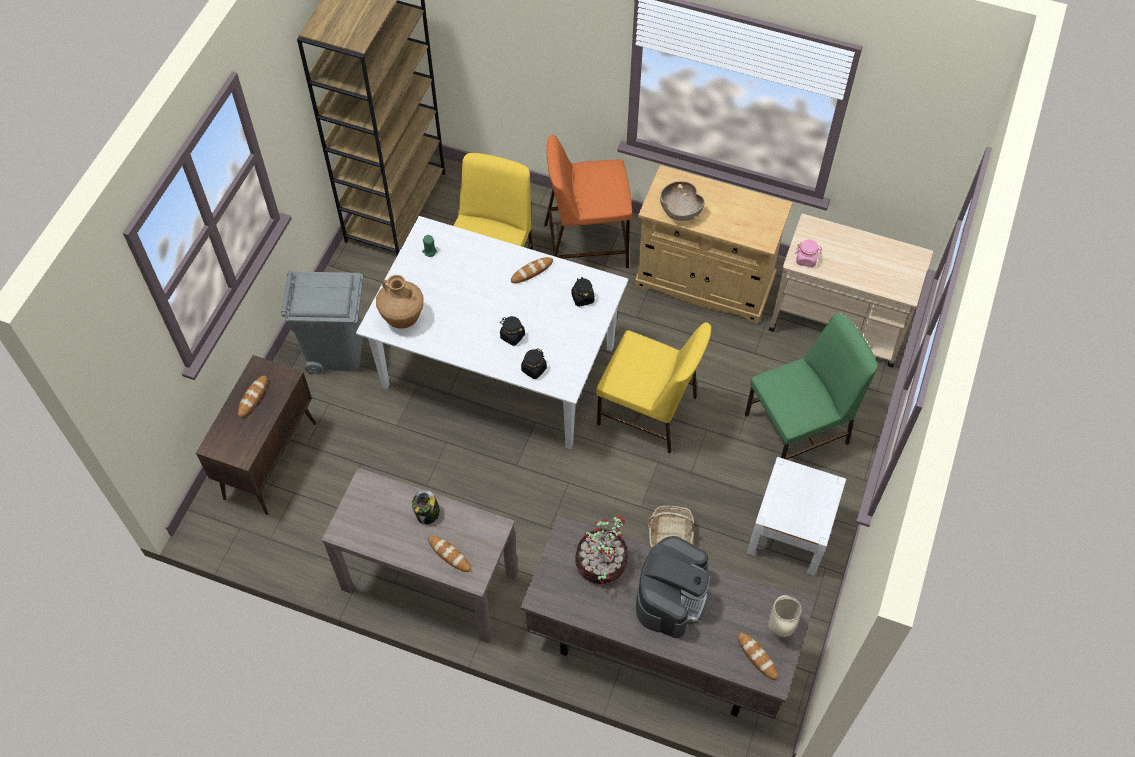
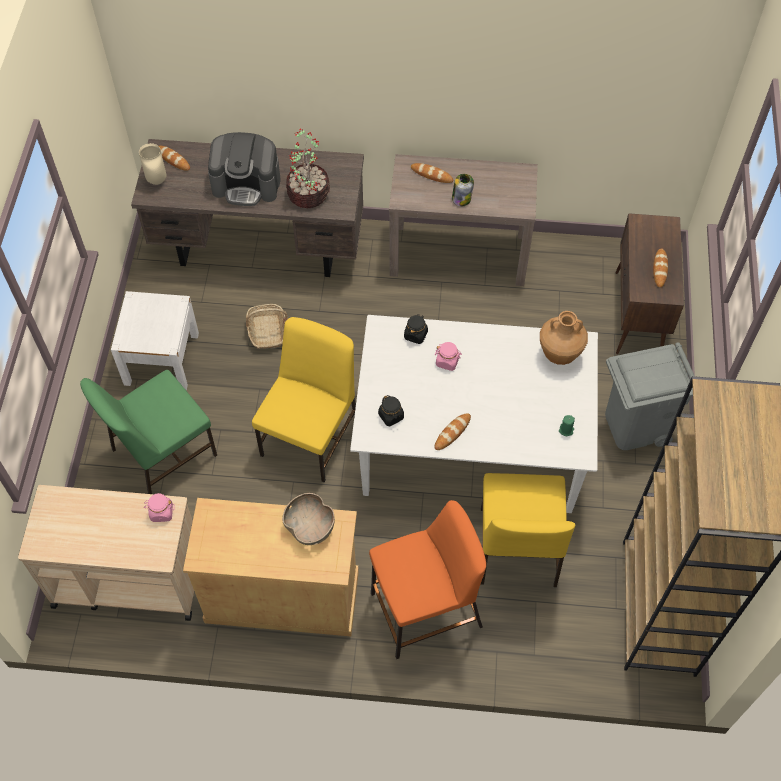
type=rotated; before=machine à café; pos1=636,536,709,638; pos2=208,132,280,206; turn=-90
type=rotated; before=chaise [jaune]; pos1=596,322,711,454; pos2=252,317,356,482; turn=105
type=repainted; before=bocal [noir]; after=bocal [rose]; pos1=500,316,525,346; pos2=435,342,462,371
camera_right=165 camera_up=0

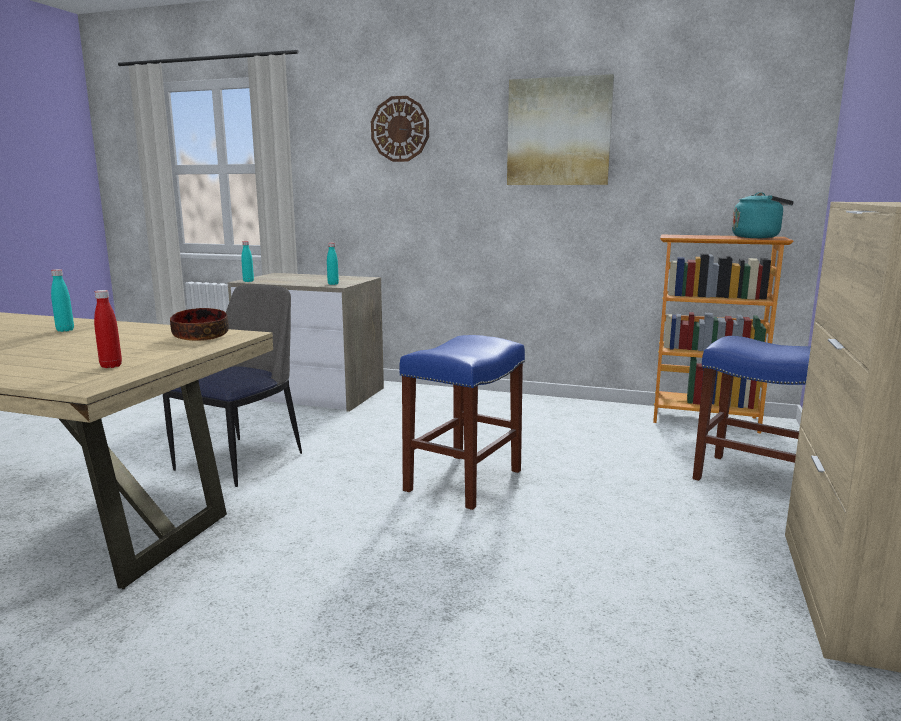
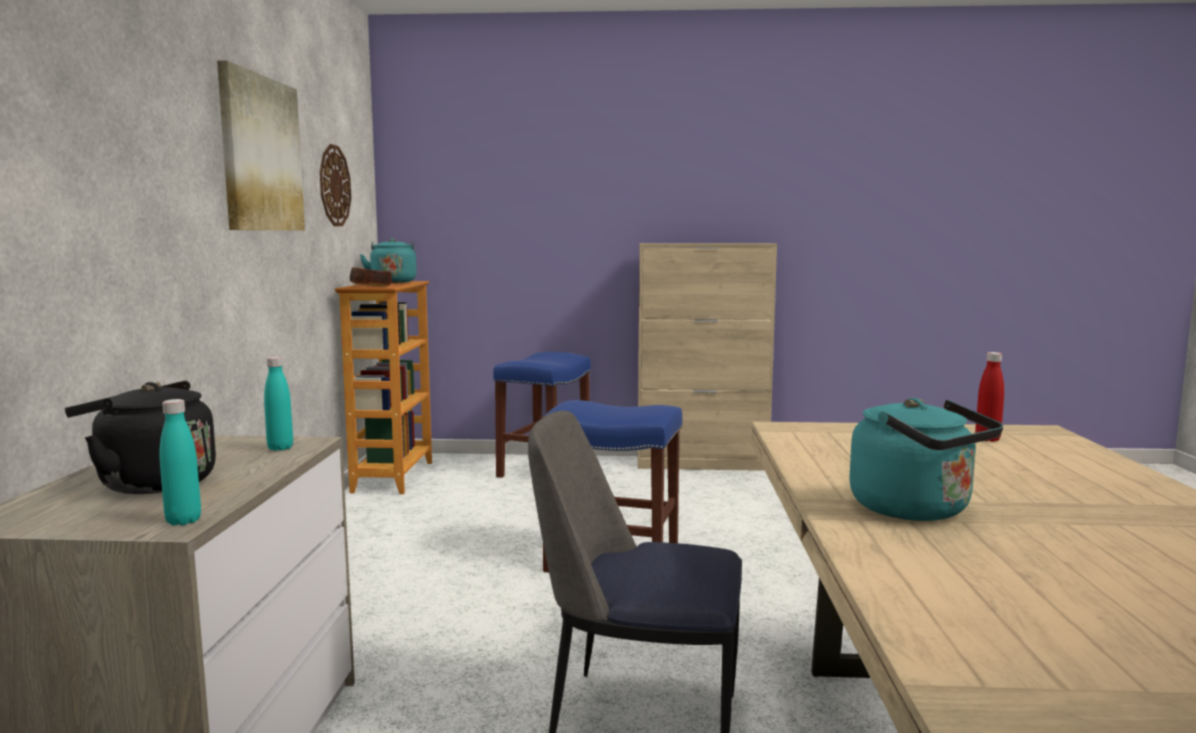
type=new; after=bouilloire [noir]; pos2=65,381,216,494
type=shifted; before=horloge murale; pos1=371,96,429,162; pos2=320,144,351,226
type=shifted; before=bol; pos1=170,308,229,341; pos2=350,267,392,286
type=swapped; before=bouteille [turquoise]; after=bouilloire [turquoise]; pos1=51,269,74,332; pos2=849,398,1003,521
camera_right=-105 camera_up=-5

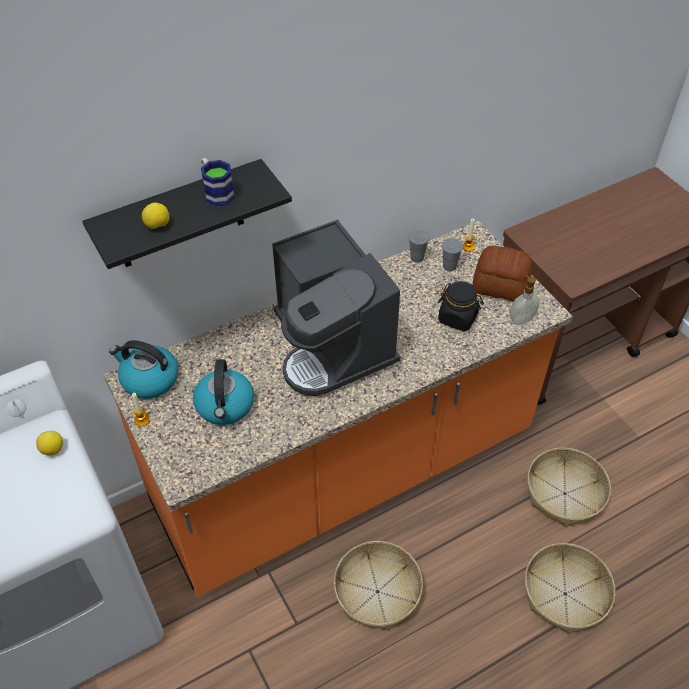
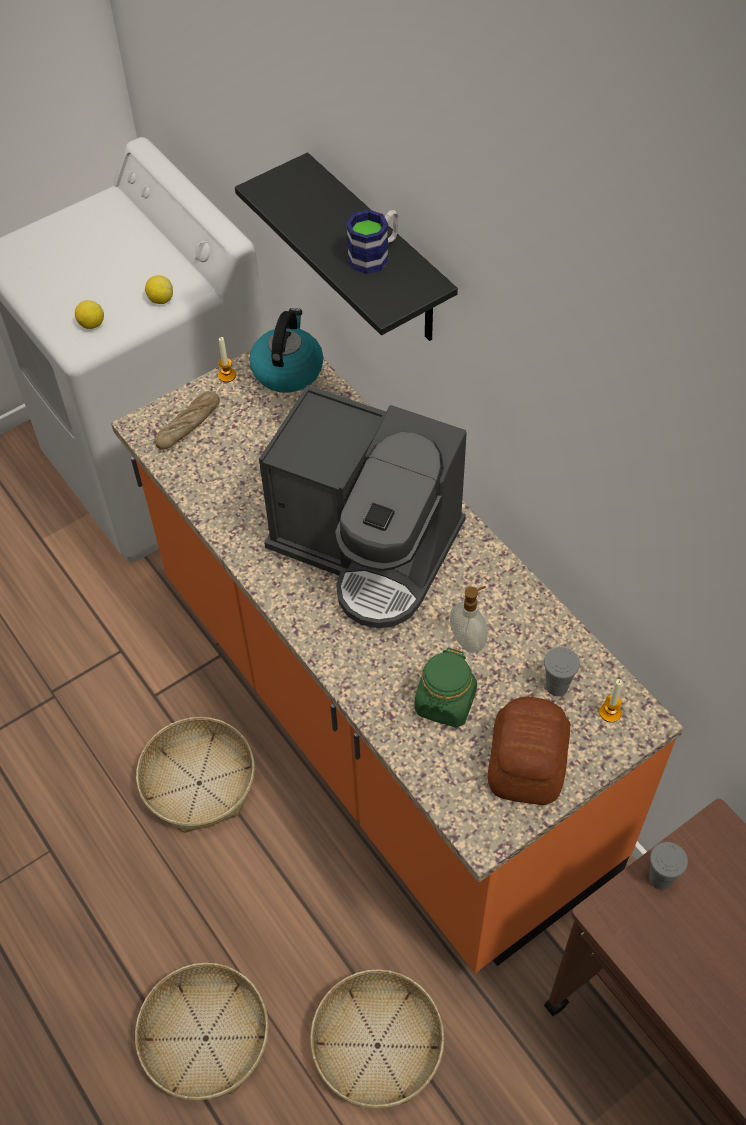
type=shifted; before=citron; pos1=142,202,170,229; pos2=75,300,104,329
type=new; after=pain; pos2=155,391,220,450
type=rotated; before=machine à café; pos1=272,219,401,396; pos2=259,385,467,628; turn=-120
type=repainted; before=bocal [noir]; after=bocal [vert]; pos1=438,281,484,331; pos2=415,648,477,728
type=shifted; before=distributeur de savon; pos1=510,274,540,325; pos2=450,586,488,653
type=shifted; before=tasse [gris]; pos1=408,230,430,263; pos2=649,842,688,890
type=gone; before=bouilloire; pos1=193,359,254,425
camera_right=85 camera_up=5

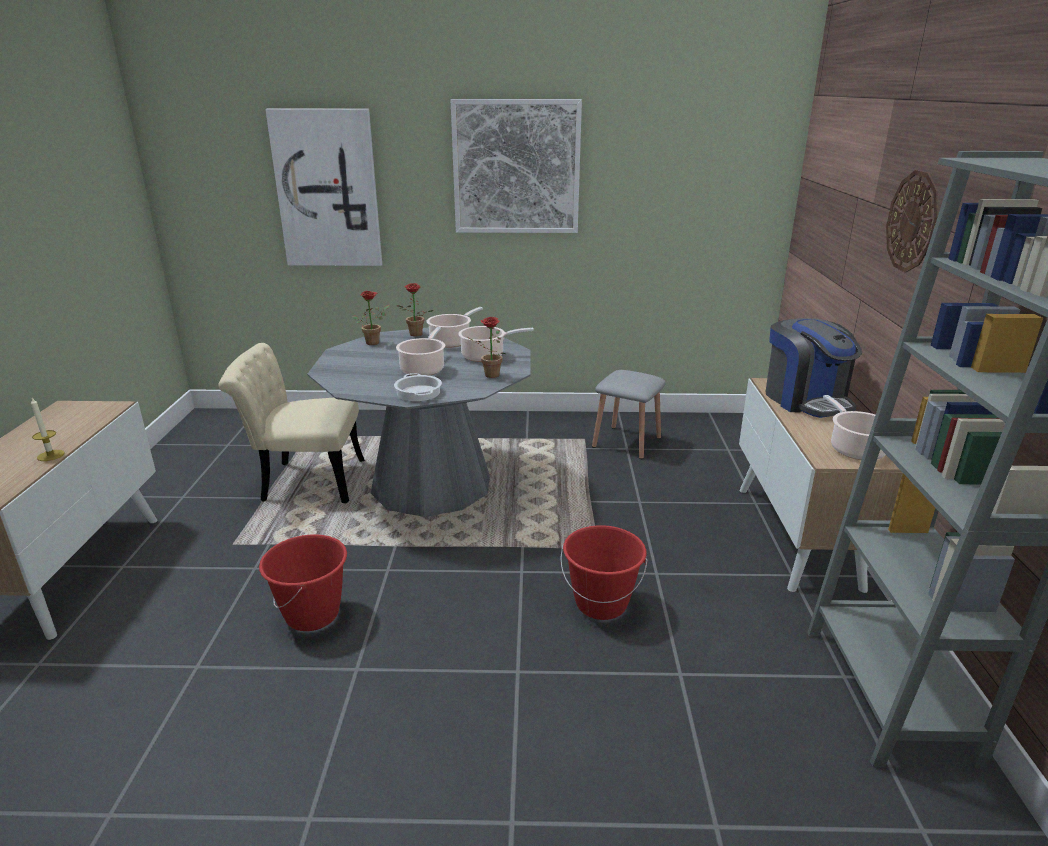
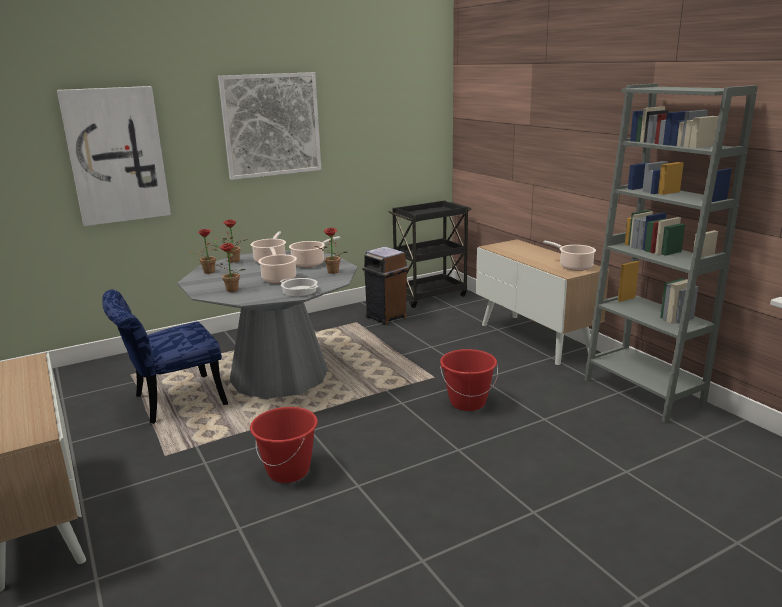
type=repainted; before=chaise [beige]; after=chaise [bleu]; pos1=219,343,365,503; pos2=102,289,228,424
type=new; after=plante en pot; pos2=211,243,245,292
type=swapped; before=tabouret [gris]; after=poubelle [marron]; pos1=592,370,666,459; pos2=362,247,409,325
type=new; after=chariot [noir]; pos2=388,200,471,308
type=gone; before=bougie; pos1=31,398,65,461
type=gone; before=machine à café; pos1=766,318,862,418
type=gone; before=horloge murale; pos1=886,170,938,272
camera_right=-30 camera_up=-5

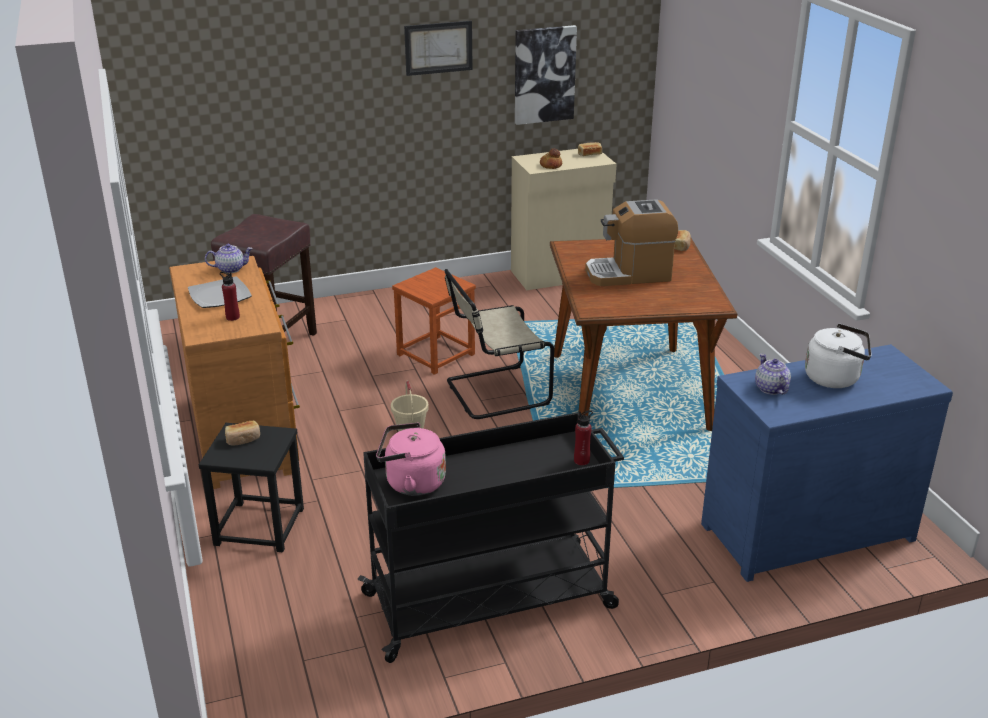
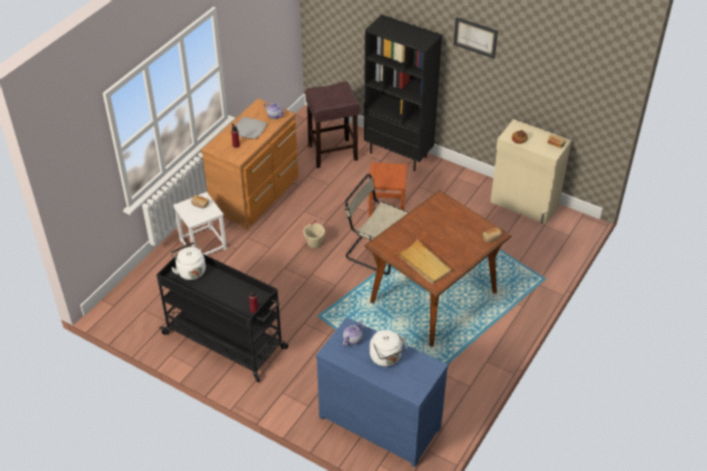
type=repainted; before=bouilloire [rose]; after=bouilloire [blanc]; pos1=376,423,446,496; pos2=170,242,206,280
type=repainted; before=tabouret [noir]; after=tabouret [blanc]; pos1=199,423,304,552; pos2=173,192,227,255
type=new; after=bibliothèque [noir]; pos2=364,14,442,171
type=new; after=plateau [beige]; pos2=396,239,452,284
type=gone; before=tableau; pos1=515,25,577,125
type=gone; before=machine à café; pos1=585,199,678,286
camera_right=50 camera_up=15

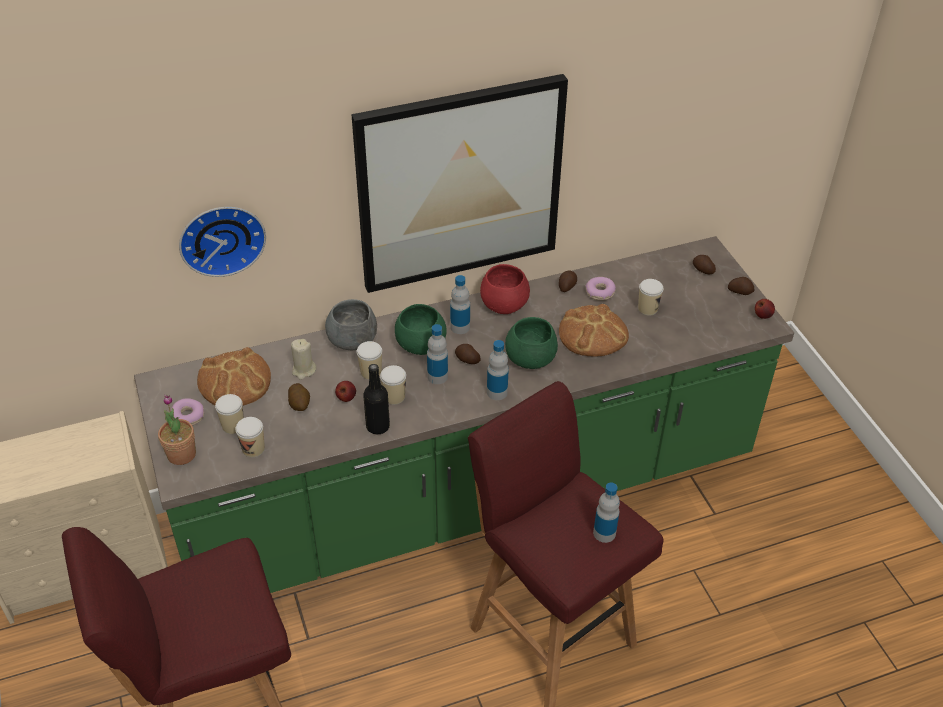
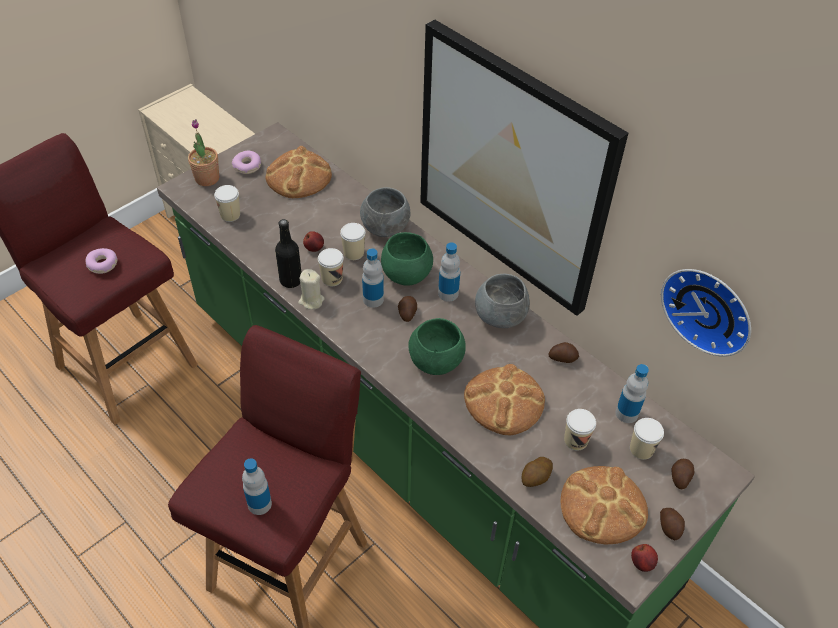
type=shifted; before=beignet; pos1=586,277,616,301; pos2=86,248,117,274
type=shifted; before=bougie [beige]; pos1=291,339,317,380; pos2=298,269,324,310
type=repainted; before=bol [rouge]; after=bol [gris]; pos1=480,264,530,314; pos2=475,274,530,328
type=shifted; before=pomme de terre; pos1=288,383,310,411; pos2=522,457,553,487
type=new; after=pain; pos2=560,466,648,544
type=shifted; before=bouteille; pos1=487,340,509,400; pos2=616,364,649,423
type=shifted; before=tasse; pos1=215,394,244,434; pos2=630,418,664,460
type=shifted; before=horloge murale; pos1=179,207,266,277; pos2=661,269,751,357
camera_right=65 camera_up=5

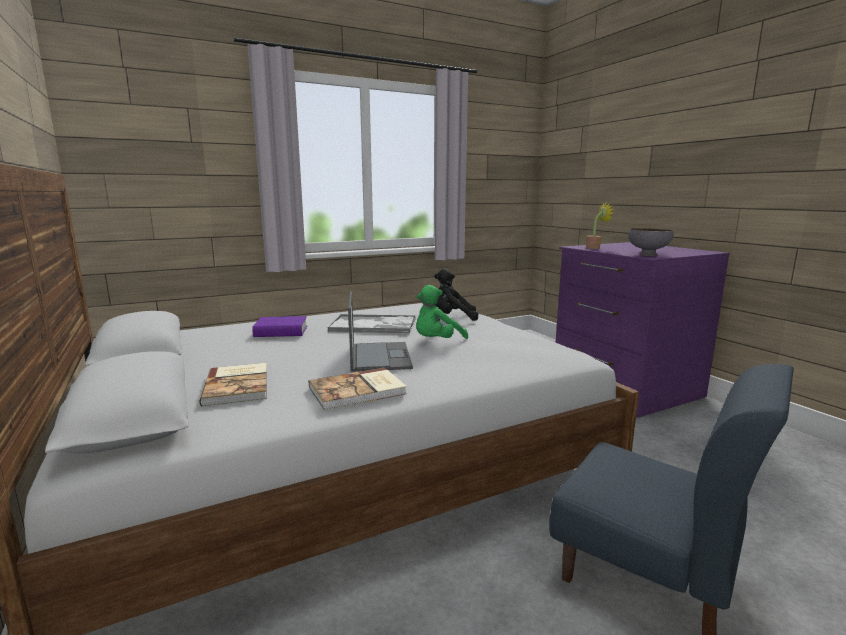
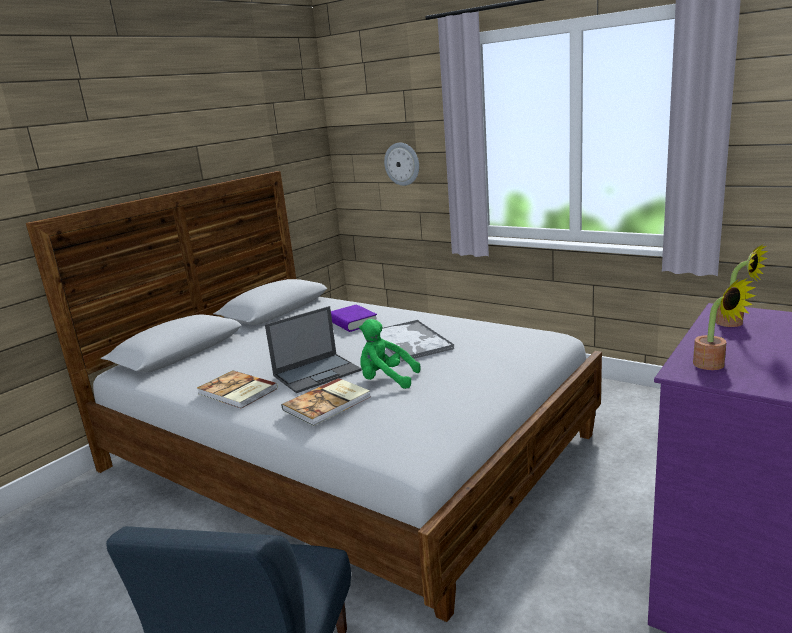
type=shifted; before=livre; pos1=200,363,267,407; pos2=282,378,370,426
type=new; after=horloge murale; pos2=384,143,419,186
type=swapped; before=bol [gris]; after=plante en pot; pos1=628,228,674,256; pos2=693,278,756,370
type=gone; before=peluche [noir]; pos1=434,268,478,321
camera_right=65 camera_up=5

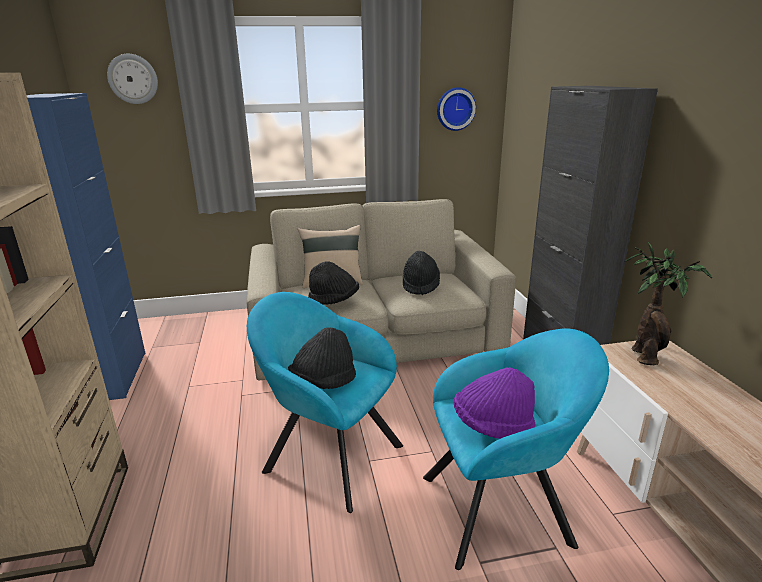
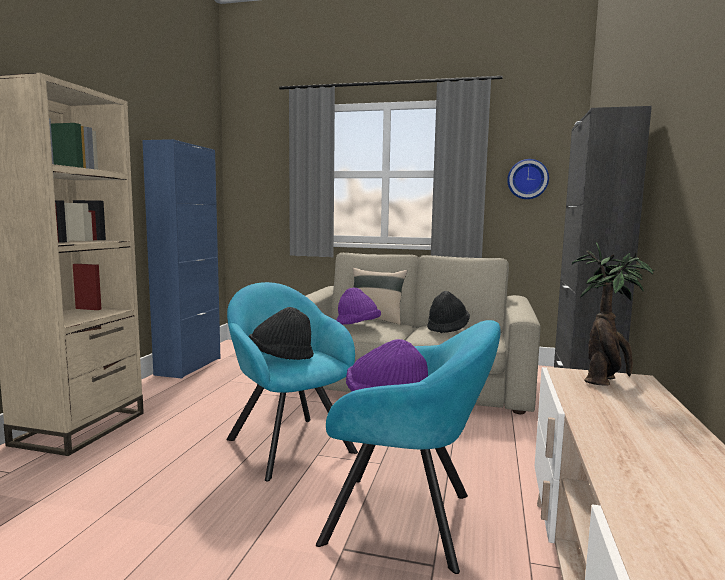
type=repainted; before=chapeau [noir]; after=chapeau [violet]; pos1=308,261,359,305; pos2=336,287,381,325
type=gone; before=horloge murale; pos1=107,54,158,104
camera_right=25 camera_up=-15

